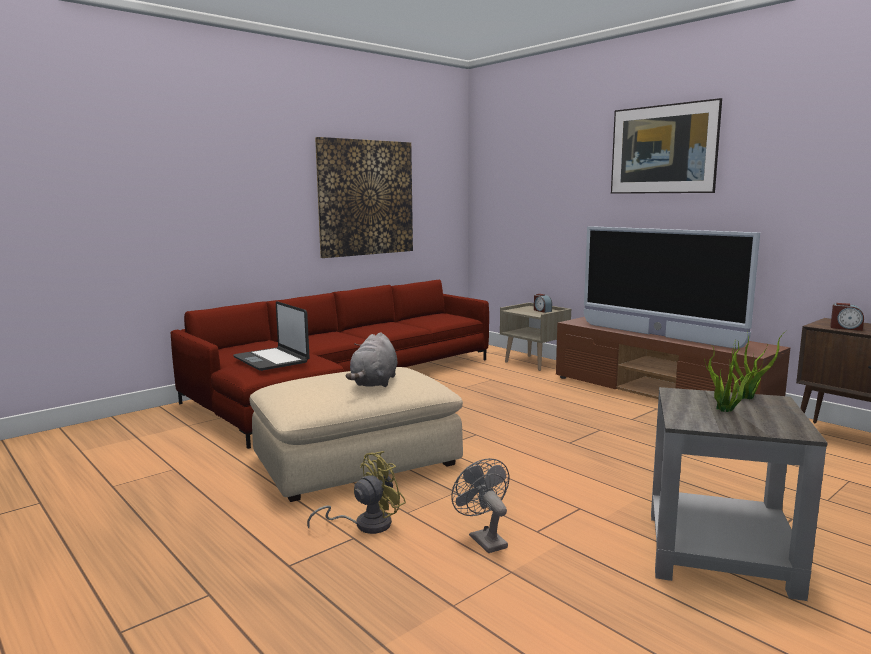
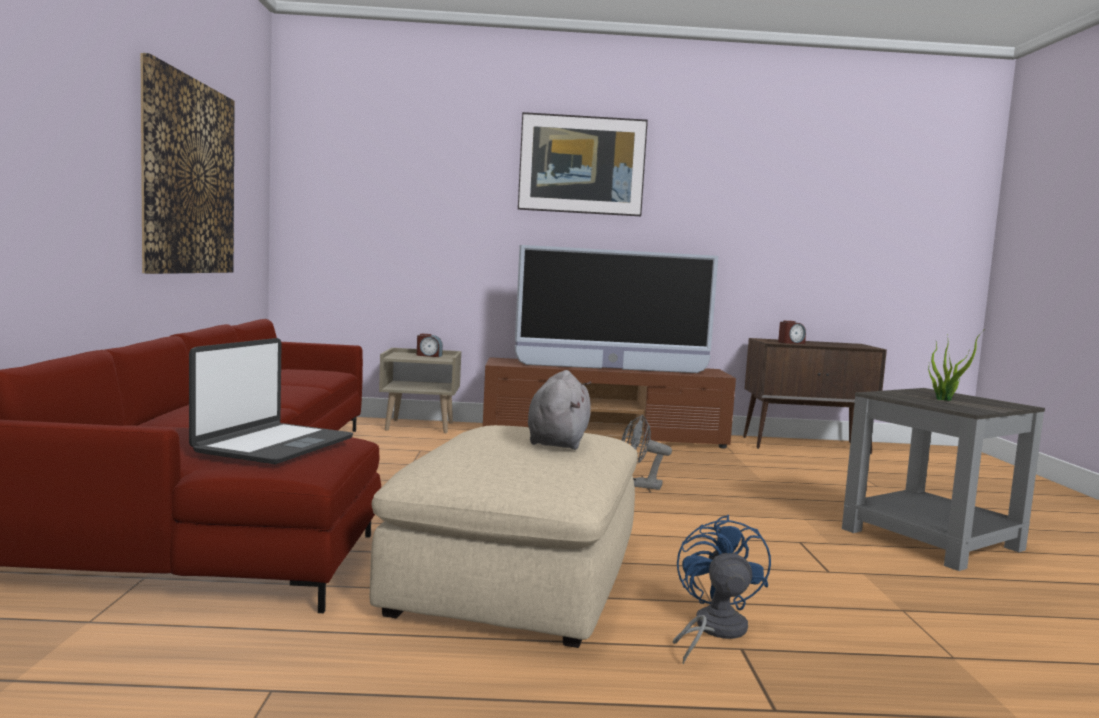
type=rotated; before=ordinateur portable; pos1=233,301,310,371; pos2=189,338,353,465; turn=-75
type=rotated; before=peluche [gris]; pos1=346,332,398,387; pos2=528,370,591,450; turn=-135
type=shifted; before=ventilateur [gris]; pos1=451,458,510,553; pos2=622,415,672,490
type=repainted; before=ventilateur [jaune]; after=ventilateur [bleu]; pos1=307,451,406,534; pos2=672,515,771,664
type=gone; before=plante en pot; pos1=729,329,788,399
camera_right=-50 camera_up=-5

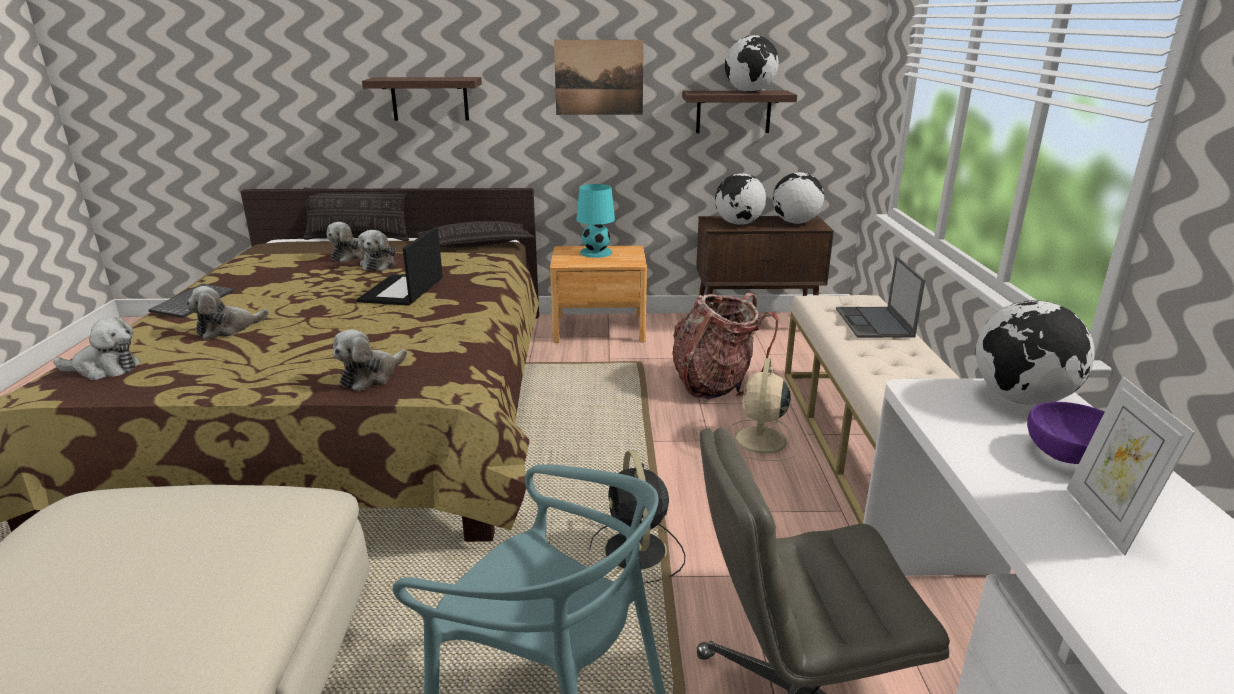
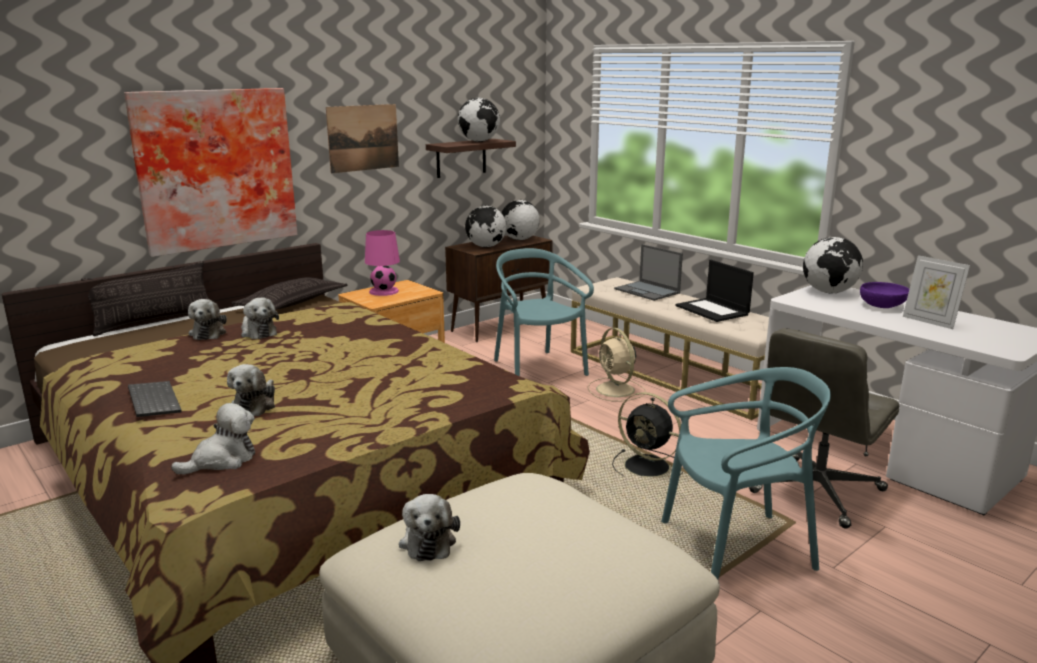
type=swapped; before=étagère; after=tableau; pos1=362,77,482,121; pos2=124,88,297,257
type=repainted; before=lampe de table [turquoise]; after=lampe de table [rose]; pos1=576,184,615,258; pos2=365,230,400,296
type=shifted; before=peluche; pos1=333,330,407,391; pos2=399,494,460,561
type=swapped; before=sac à dos; after=chaise [turquoise]; pos1=672,293,778,399; pos2=494,248,594,376
type=shifted; before=ordinateur portable; pos1=357,227,443,306; pos2=675,260,754,322
camera_right=-40 camera_up=-5

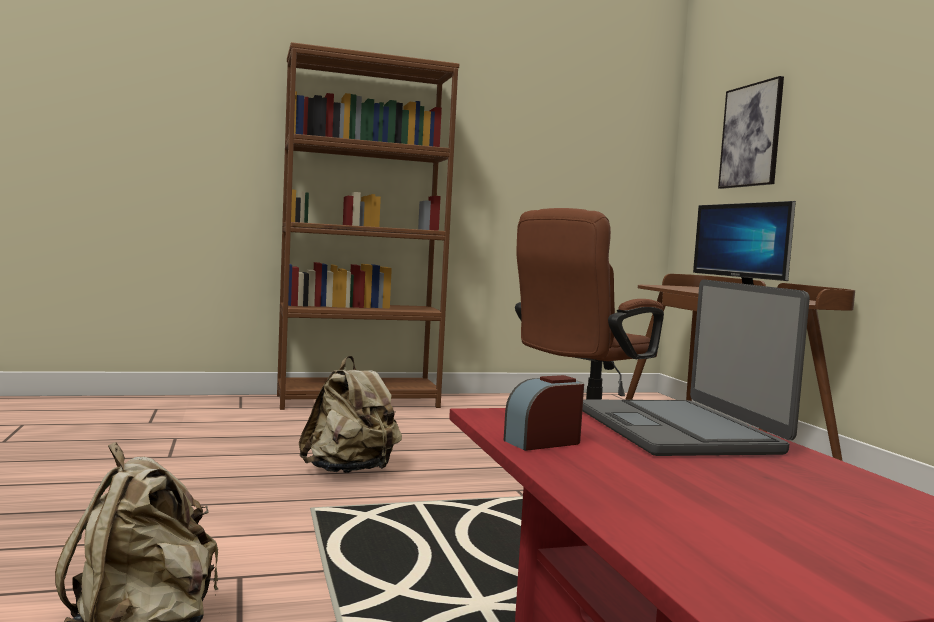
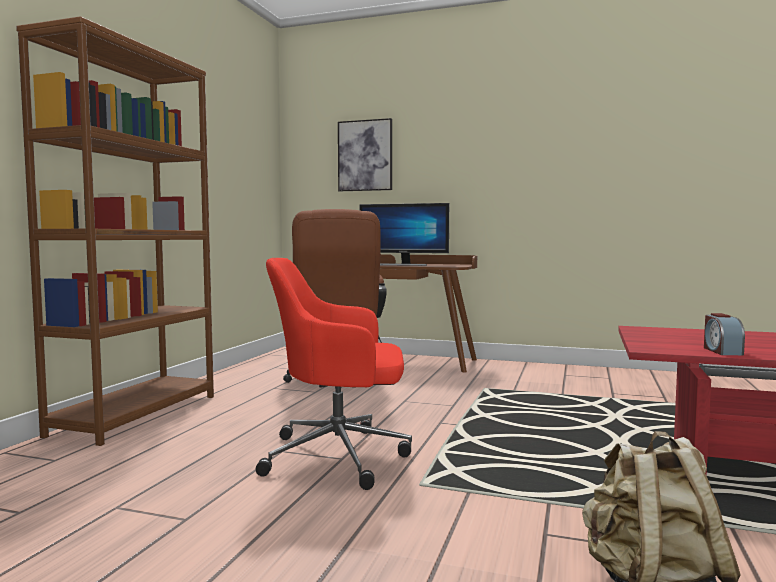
type=swapped; before=sac à dos [beige]; after=chaise de bureau [rouge]; pos1=299,356,402,473; pos2=256,258,412,490
type=gone; before=ordinateur portable; pos1=582,279,810,456
camera_right=-55 camera_up=0

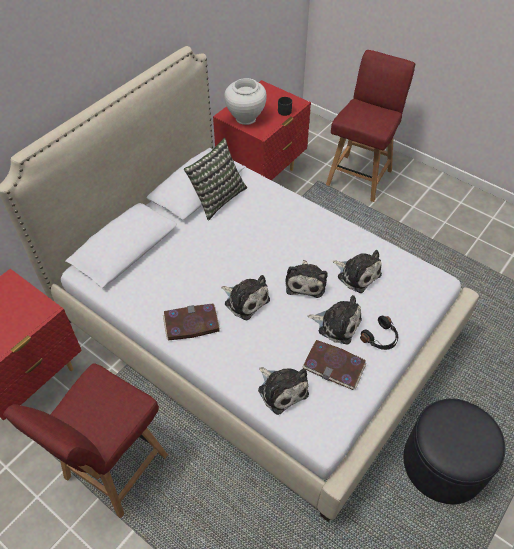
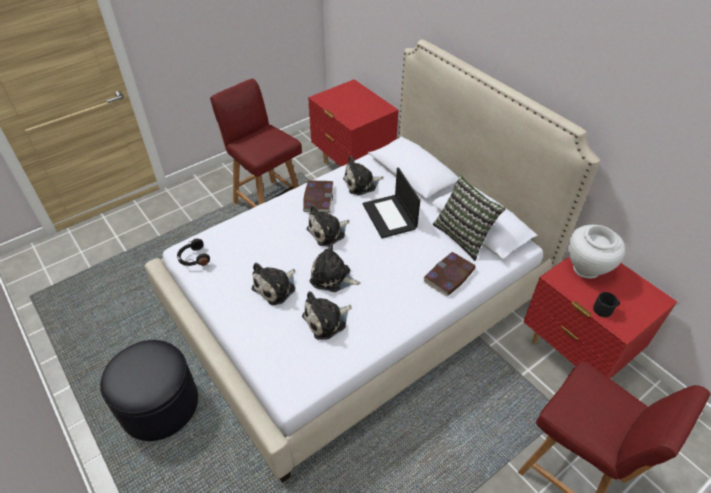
type=shifted; before=casque audio [noir]; pos1=360,316,398,350; pos2=177,238,210,266
type=shifted; before=peluche; pos1=258,367,309,415; pos2=343,156,383,195
type=new; after=ordinateur portable; pos2=363,168,420,238
type=shifted; before=livre; pos1=303,340,366,390; pos2=423,252,476,297
camera_right=105 camera_up=-5

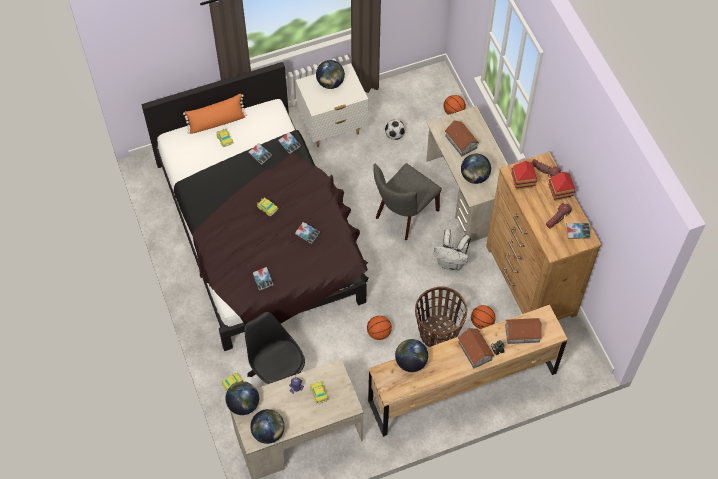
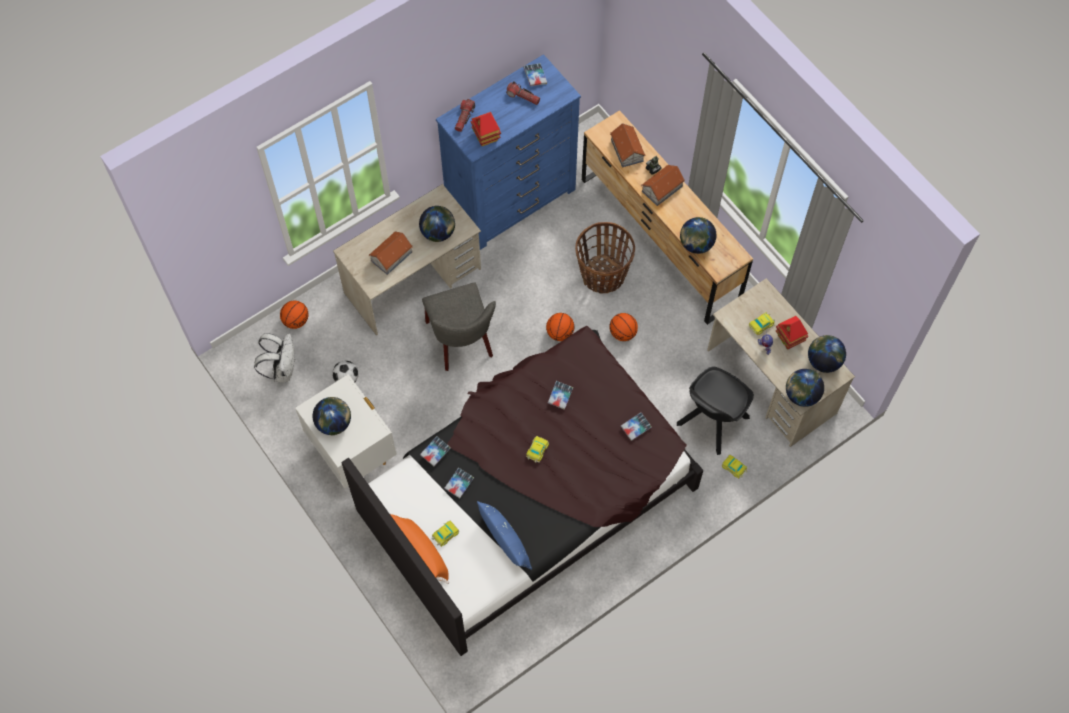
type=shifted; before=sac à dos [blanc]; pos1=433,229,471,271; pos2=254,333,296,382
type=rotated; before=chaise [gris]; pos1=373,163,442,240; pos2=422,282,496,371; turn=45
type=repainted; before=commode [marron]; after=commode [bleu]; pos1=486,152,602,320; pos2=436,54,581,250
type=new; after=coussin [bleu]; pos2=477,501,532,570
type=shifted; before=ballon de basket; pos1=471,305,496,329; pos2=546,313,575,341
type=shifted; before=maison miniature; pos1=548,172,576,201; pos2=776,316,809,349
camera_right=-105 camera_up=5

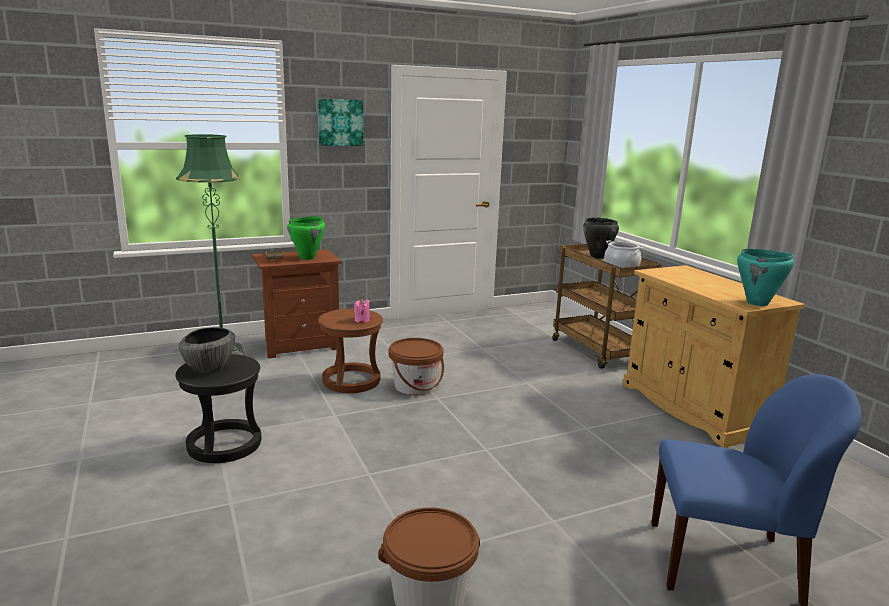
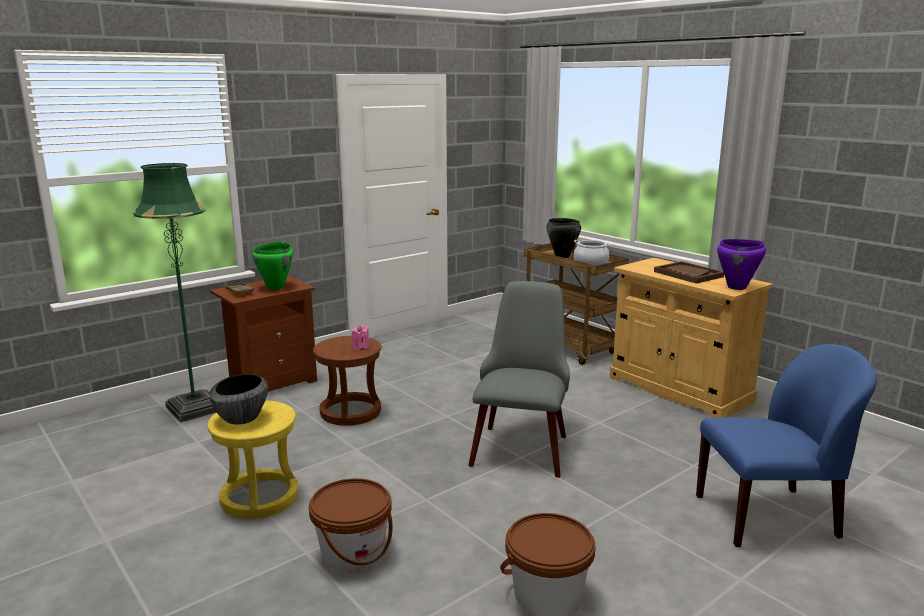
type=repainted; before=tabouret [noir]; after=tabouret [jaune]; pos1=175,354,262,463; pos2=207,400,298,519
type=shifted; before=seau [marron]; pos1=389,338,444,395; pos2=309,478,393,573
type=new; after=chaise [gris]; pos2=468,281,570,478
type=new; after=plateau [marron]; pos2=654,261,724,284
type=repainted; before=marmite [turquoise]; after=marmite [violet]; pos1=737,249,794,306; pos2=717,239,766,290
type=gone; before=tableau; pos1=318,99,363,146
camera_right=-15 camera_up=0

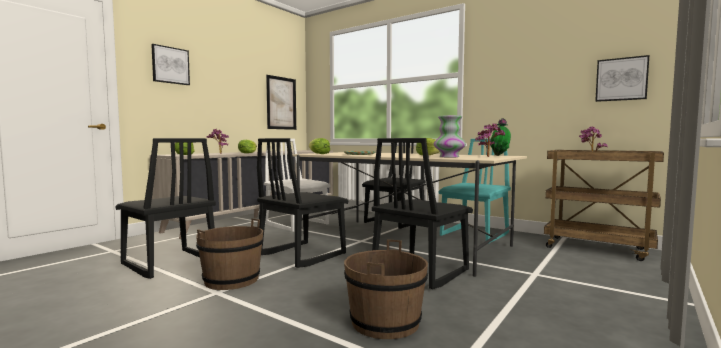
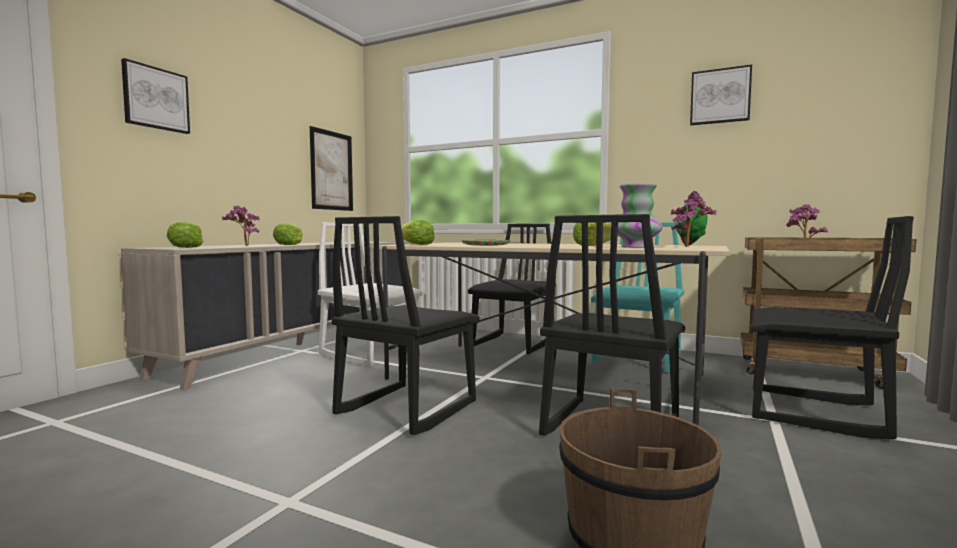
type=shifted; before=tableau; pos1=595,55,649,102; pos2=690,65,752,125
type=shifted; before=chaise [noir]; pos1=115,138,216,279; pos2=752,216,914,440
type=gone; before=seau [marron]; pos1=196,218,263,290
camera_right=-10 camera_up=0

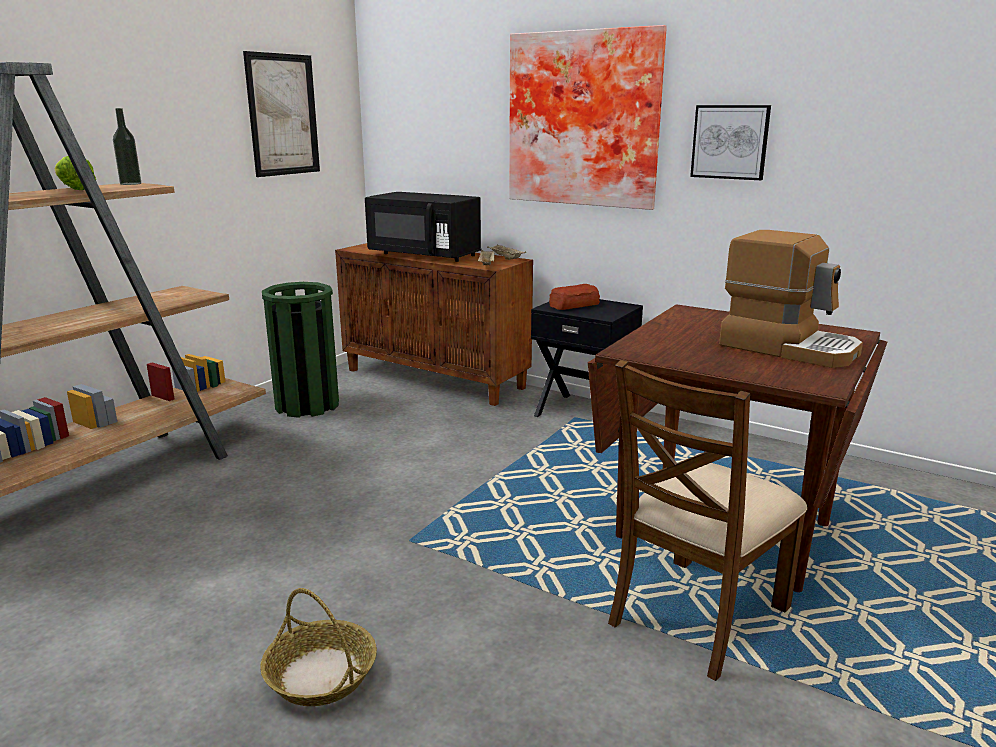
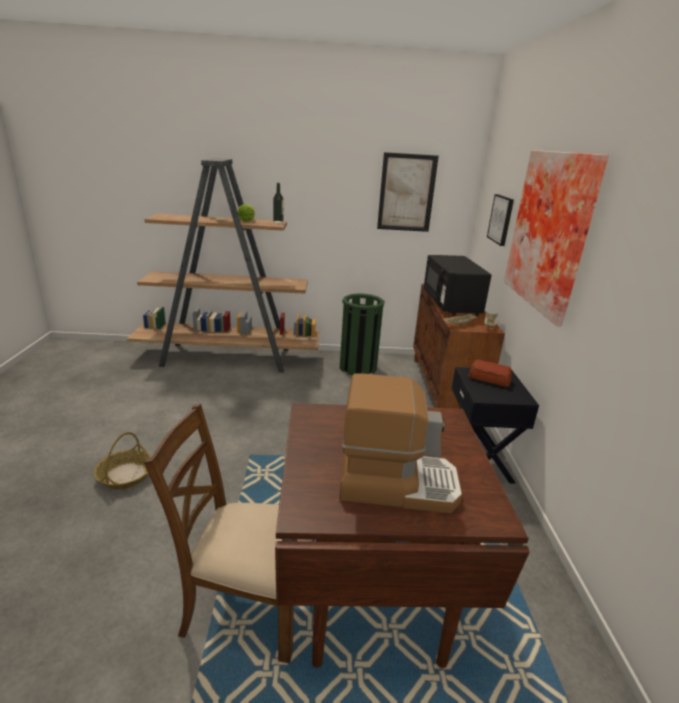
type=rotated; before=machine à café; pos1=719,230,863,368; pos2=339,373,462,513; turn=-90
type=shifted; before=tableau; pos1=690,105,771,180; pos2=487,194,514,246
camera_right=55 camera_up=5

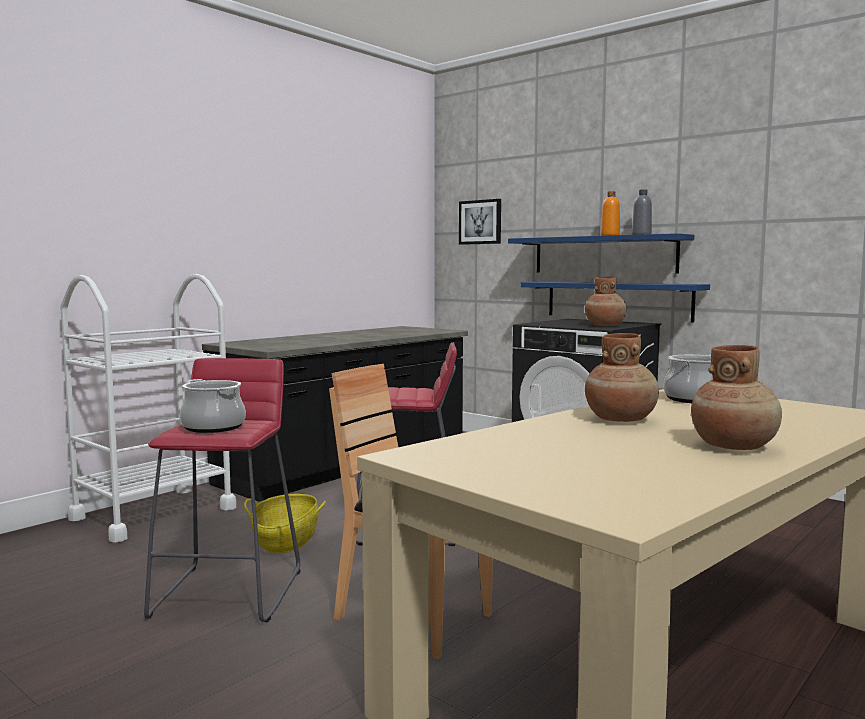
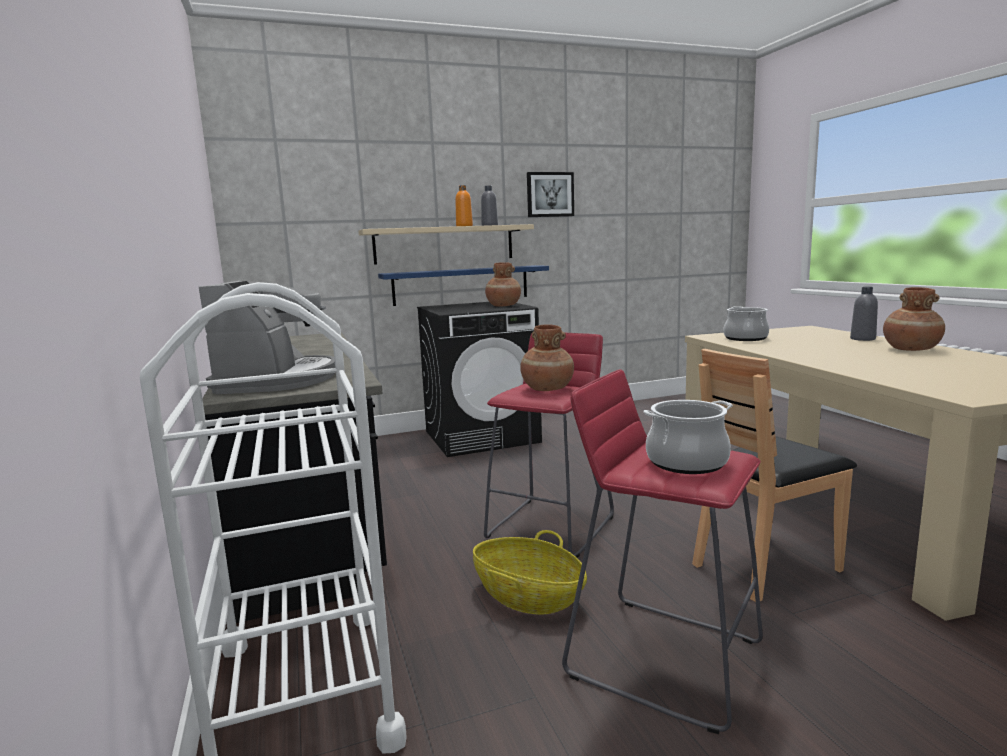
type=new; after=machine à café; pos2=199,281,335,394
type=repainted; before=étagère [bleu]; after=étagère [beige]; pos1=508,233,694,273; pos2=358,224,534,265
type=shifted; before=vase [marron]; pos1=585,333,659,422; pos2=520,324,574,391
type=shifted; before=tableau; pos1=459,199,501,245; pos2=527,172,574,217
type=new; after=bouteille [gris]; pos2=850,287,878,341
camera_right=-60 camera_up=5

